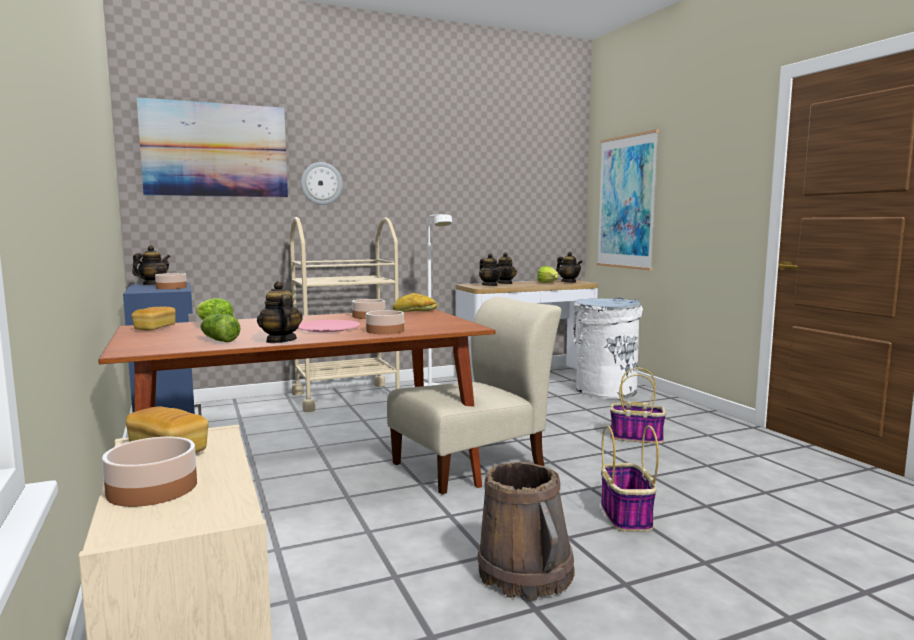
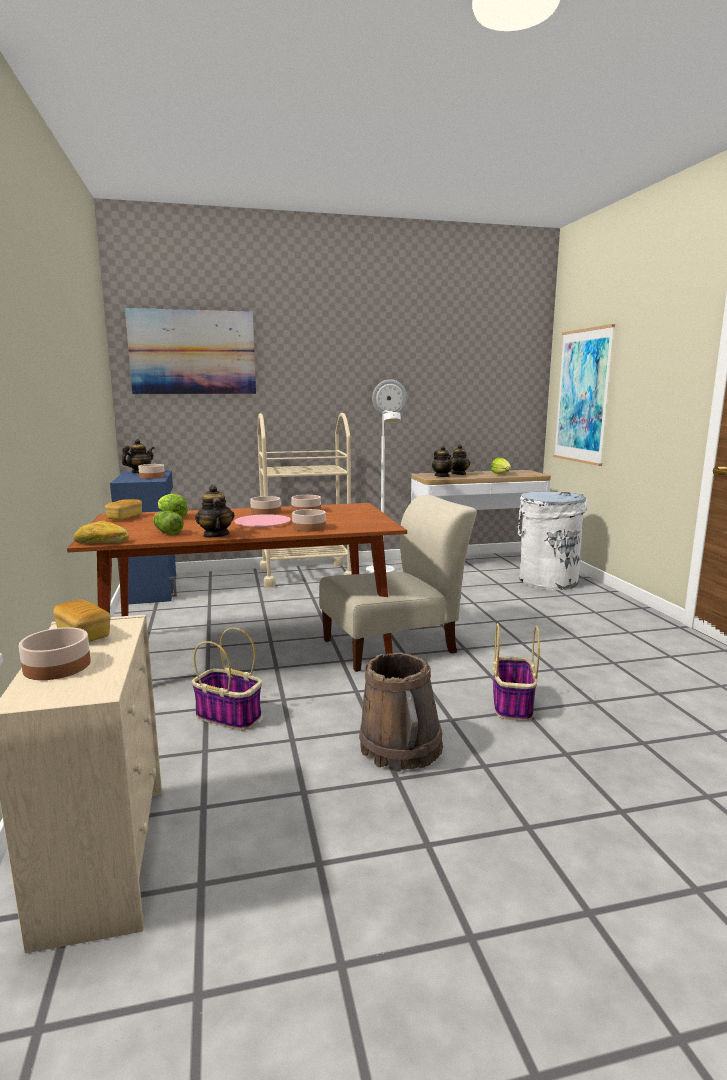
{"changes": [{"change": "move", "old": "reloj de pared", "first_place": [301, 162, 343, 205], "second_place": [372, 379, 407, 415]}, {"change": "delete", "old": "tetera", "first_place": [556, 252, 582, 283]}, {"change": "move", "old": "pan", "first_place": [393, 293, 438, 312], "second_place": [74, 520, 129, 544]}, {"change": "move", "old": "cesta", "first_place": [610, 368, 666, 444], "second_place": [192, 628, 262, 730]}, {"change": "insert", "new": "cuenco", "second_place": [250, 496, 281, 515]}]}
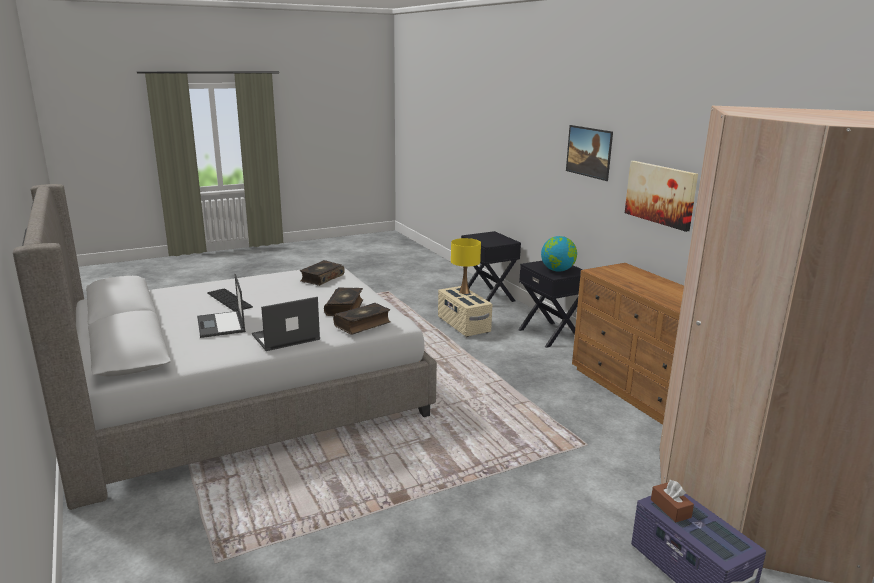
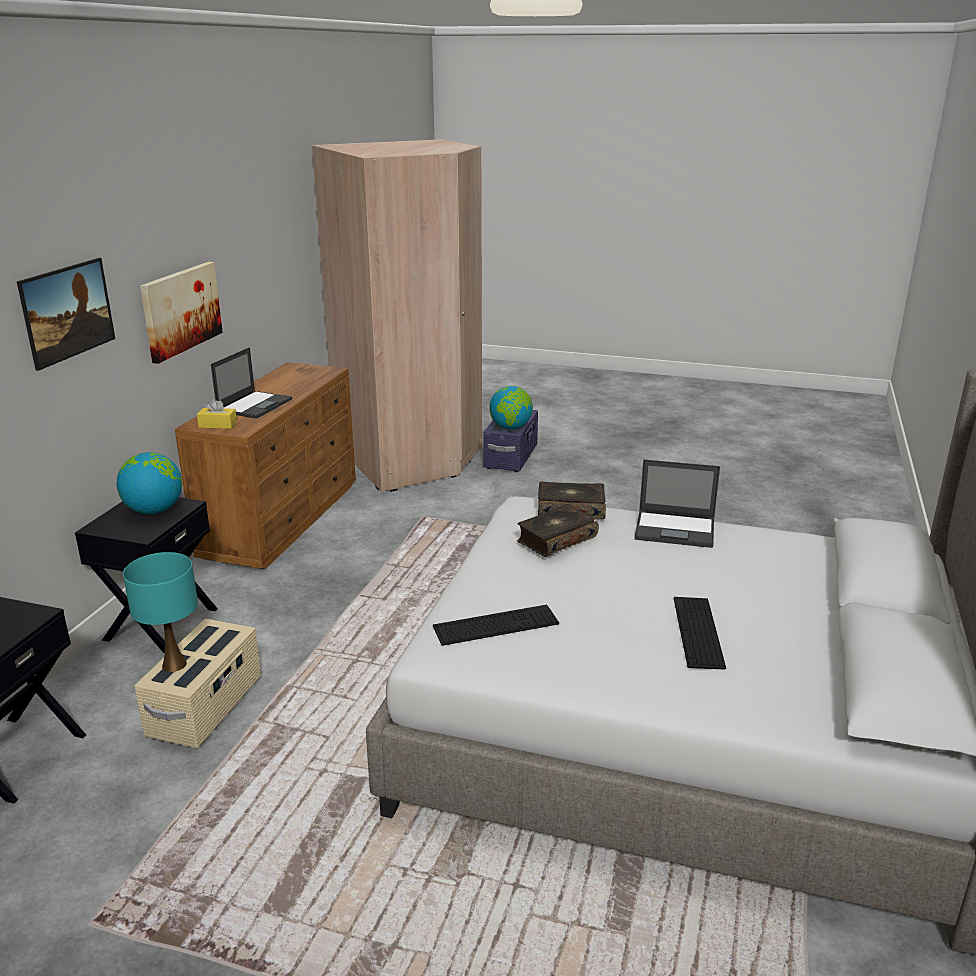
{"changes": [{"change": "recolor", "old": "lámpara de mesa [amarillo]", "new": "lámpara de mesa [turquesa]", "first_place": [451, 238, 481, 294], "second_place": [123, 552, 198, 672]}, {"change": "replace", "old": "libro", "new": "teclado", "first_place": [300, 260, 345, 286], "second_place": [433, 605, 559, 646]}, {"change": "move", "old": "portátil", "first_place": [197, 274, 246, 338], "second_place": [211, 347, 292, 419]}, {"change": "replace", "old": "caja de pañuelos [marrón]", "new": "globo terráqueo", "first_place": [651, 480, 694, 522], "second_place": [489, 386, 533, 429]}, {"change": "insert", "new": "caja de pañuelos [amarillo]", "second_place": [197, 398, 237, 429]}]}
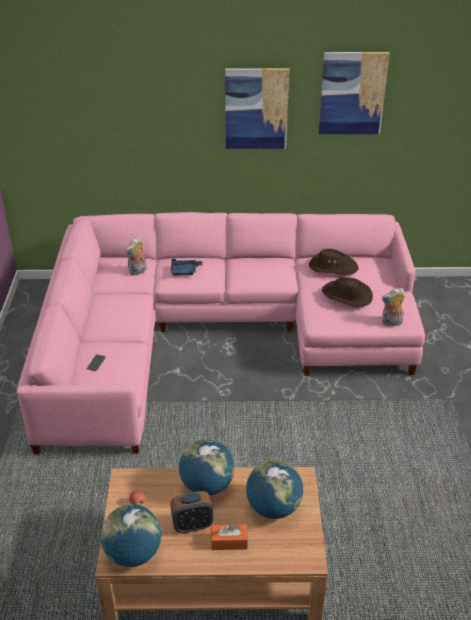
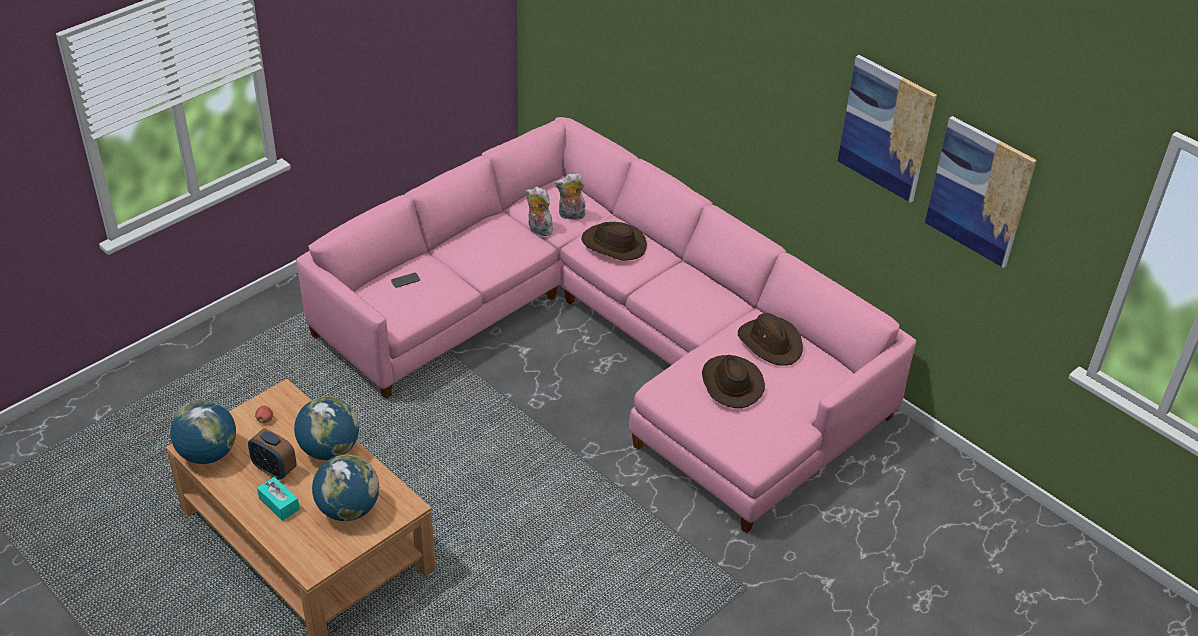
{"changes": [{"change": "move", "old": "cuadro", "first_place": [225, 68, 289, 149], "second_place": [925, 116, 1037, 268]}, {"change": "replace", "old": "bandeja [azul]", "new": "sombrero [marrón]", "first_place": [170, 258, 203, 276], "second_place": [581, 222, 647, 260]}, {"change": "move", "old": "peluche", "first_place": [382, 288, 405, 326], "second_place": [526, 187, 553, 236]}, {"change": "recolor", "old": "caja de pañuelos [naranja]", "new": "caja de pañuelos [turquesa]", "first_place": [211, 524, 248, 550], "second_place": [257, 477, 300, 521]}]}
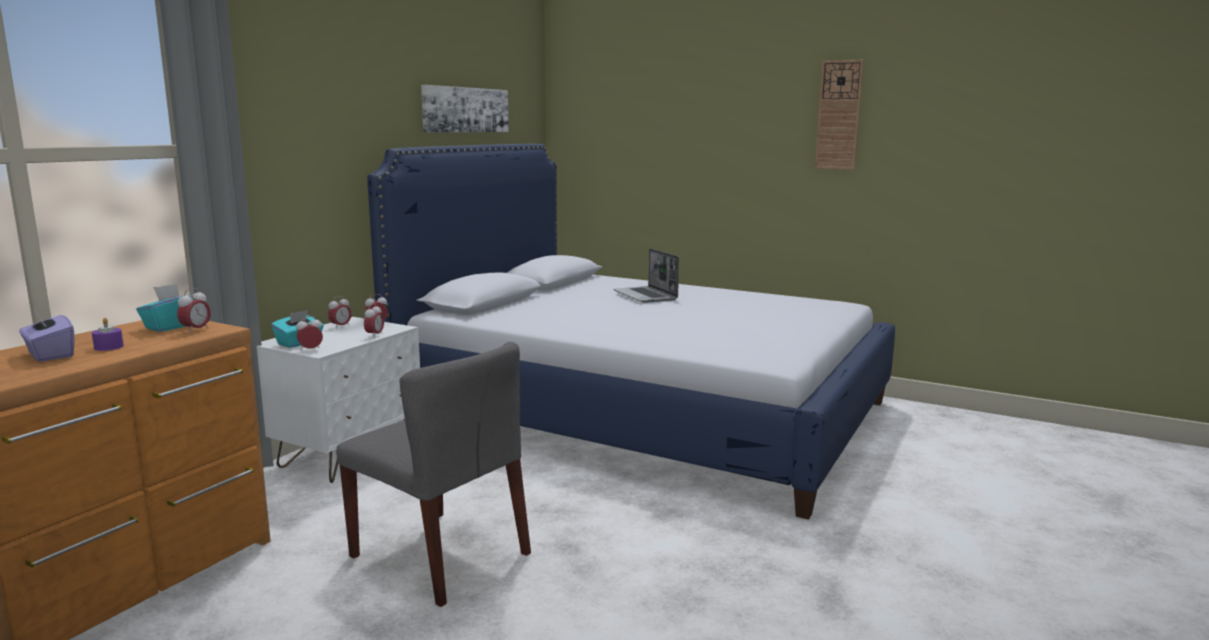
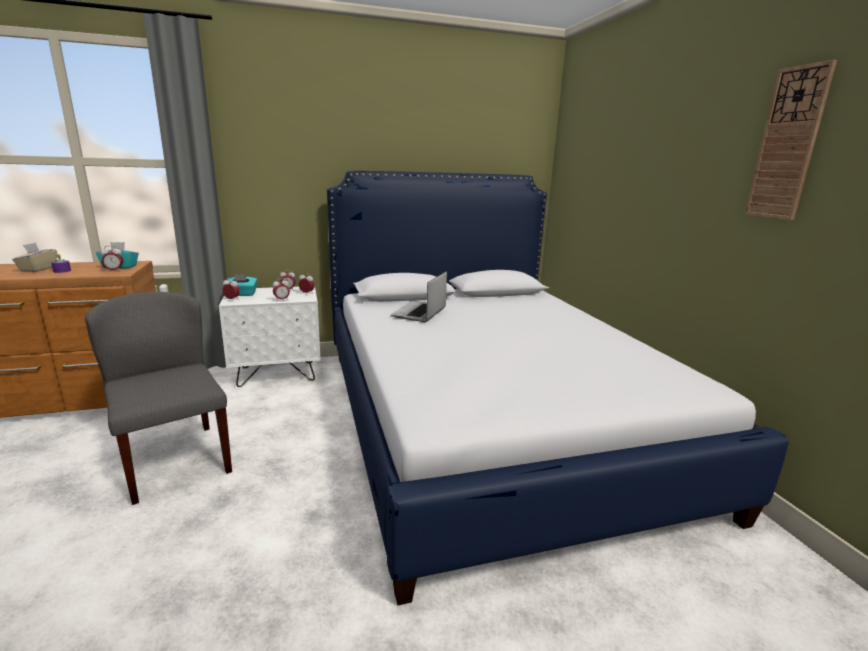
{"changes": [{"change": "delete", "old": "cuadro", "first_place": [421, 85, 509, 133]}, {"change": "move", "old": "portátil", "first_place": [614, 248, 679, 303], "second_place": [391, 271, 447, 322]}, {"change": "recolor", "old": "caja de pañuelos [morado]", "new": "caja de pañuelos [beis]", "first_place": [19, 310, 74, 362], "second_place": [12, 243, 57, 272]}, {"change": "rotate", "old": "silla [gris]", "first_place": [336, 342, 531, 607], "second_place": [85, 292, 232, 505], "degrees": 150}]}
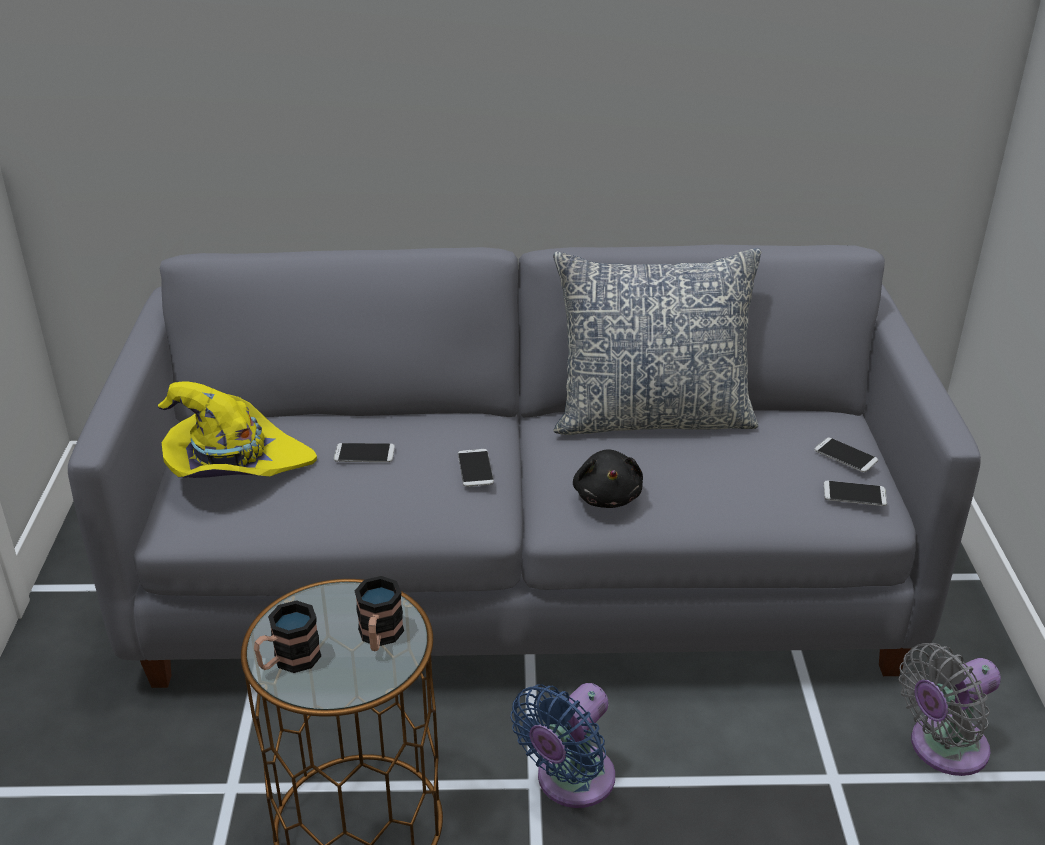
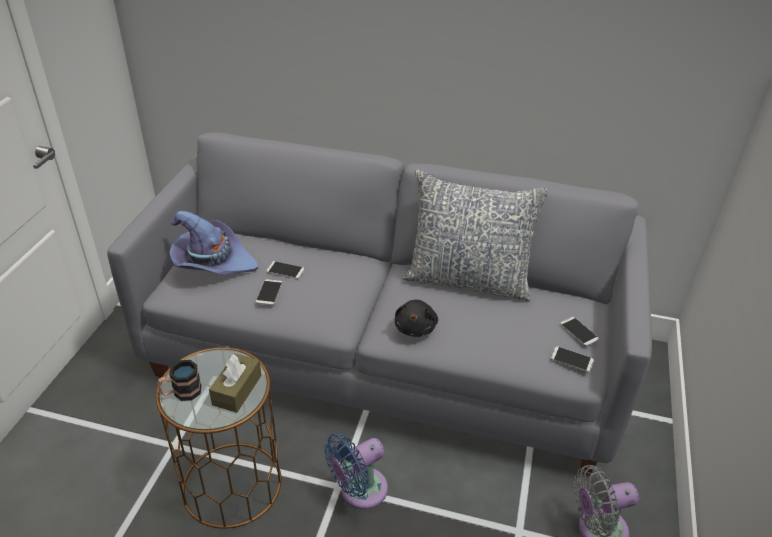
{"changes": [{"change": "recolor", "old": "sombrero [amarillo]", "new": "sombrero [morado]", "first_place": [158, 381, 317, 478], "second_place": [170, 211, 258, 275]}, {"change": "move", "old": "móvil", "first_place": [458, 449, 494, 487], "second_place": [256, 279, 282, 305]}, {"change": "replace", "old": "taza grande", "new": "caja de pañuelos [marrón]", "first_place": [355, 576, 404, 651], "second_place": [209, 353, 261, 413]}]}
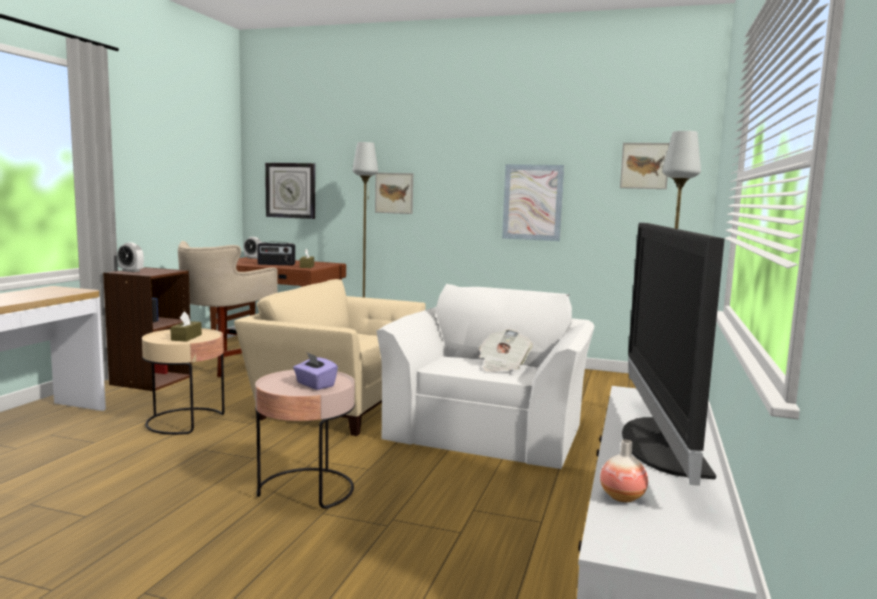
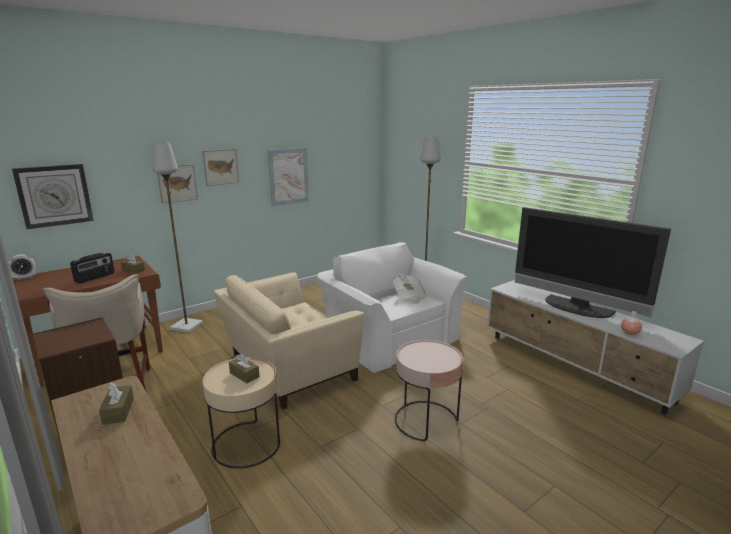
{"changes": [{"change": "move", "old": "cuadro", "first_place": [620, 143, 669, 189], "second_place": [202, 149, 239, 186]}, {"change": "delete", "old": "despertador", "first_place": [118, 243, 144, 272]}, {"change": "delete", "old": "caja de pañuelos [morado]", "first_place": [293, 352, 338, 390]}, {"change": "insert", "new": "caja de pañuelos [marrón]", "second_place": [99, 383, 134, 425]}]}
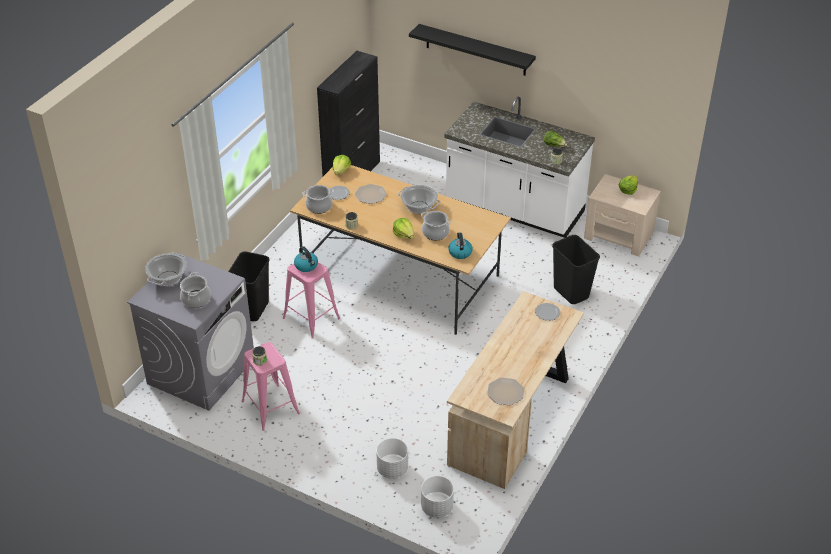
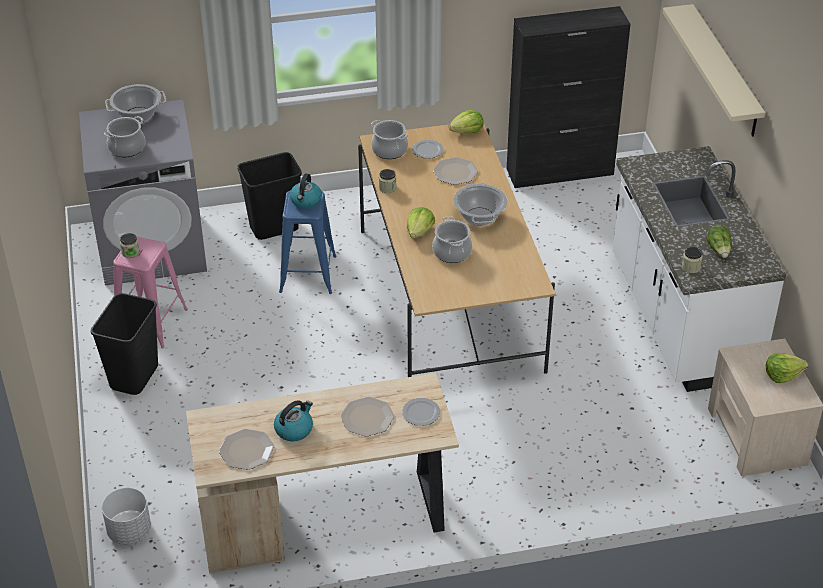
{"changes": [{"change": "recolor", "old": "estante [negro]", "new": "estante [beis]", "first_place": [409, 24, 536, 75], "second_place": [662, 4, 765, 137]}, {"change": "move", "old": "hervidor", "first_place": [448, 232, 473, 259], "second_place": [274, 400, 313, 441]}, {"change": "move", "old": "papelera [negro]", "first_place": [552, 235, 600, 304], "second_place": [91, 293, 158, 395]}, {"change": "recolor", "old": "taburete [rosa]", "new": "taburete [azul]", "first_place": [283, 262, 340, 339], "second_place": [279, 190, 337, 294]}, {"change": "delete", "old": "maceta [blanco]", "first_place": [376, 438, 408, 479]}, {"change": "insert", "new": "plato", "second_place": [340, 397, 394, 437]}]}
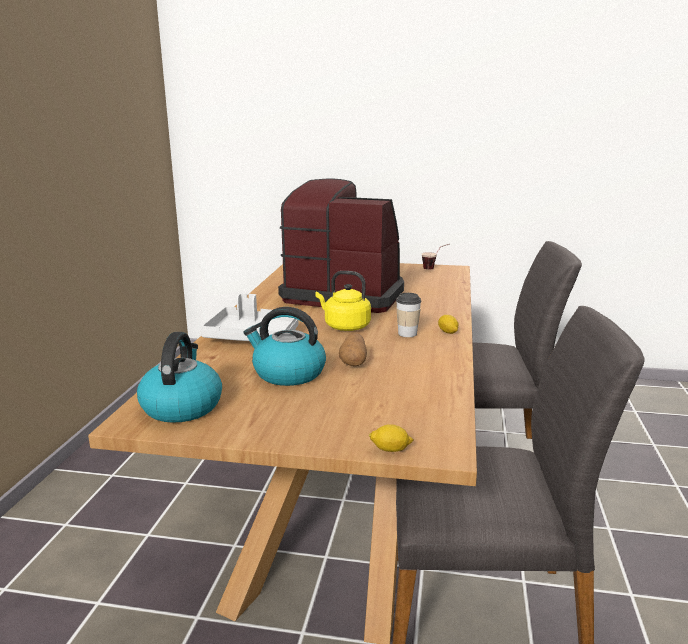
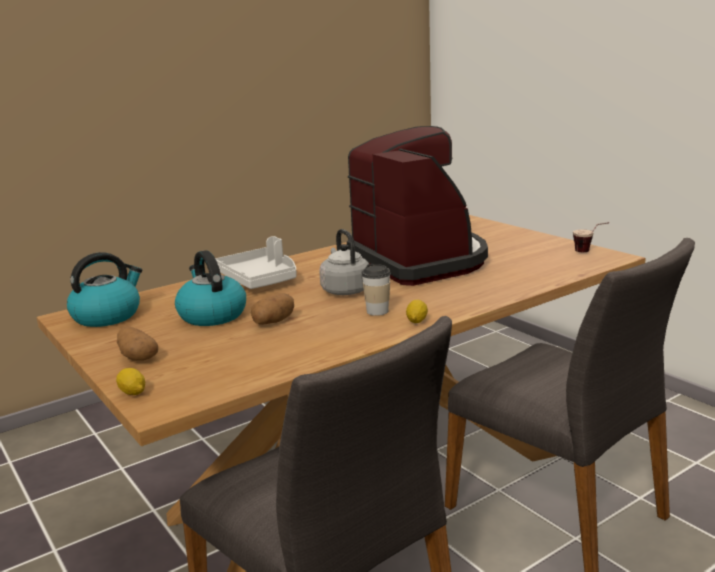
{"changes": [{"change": "recolor", "old": "hervidor [amarillo]", "new": "hervidor [gris]", "first_place": [315, 271, 371, 331], "second_place": [319, 229, 369, 295]}, {"change": "insert", "new": "patata", "second_place": [117, 327, 158, 361]}]}
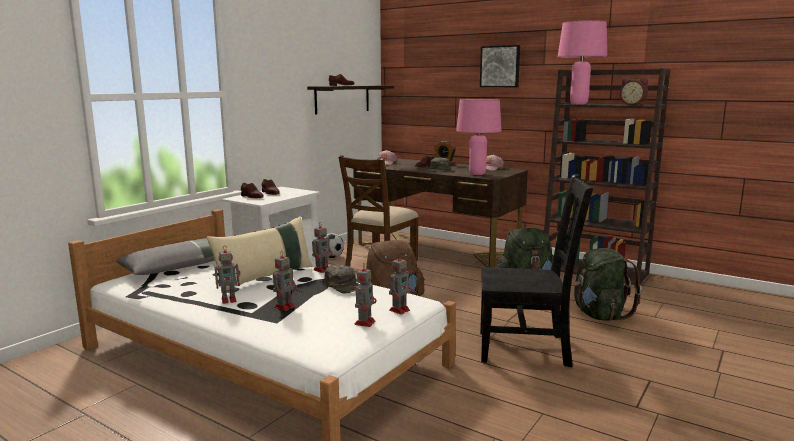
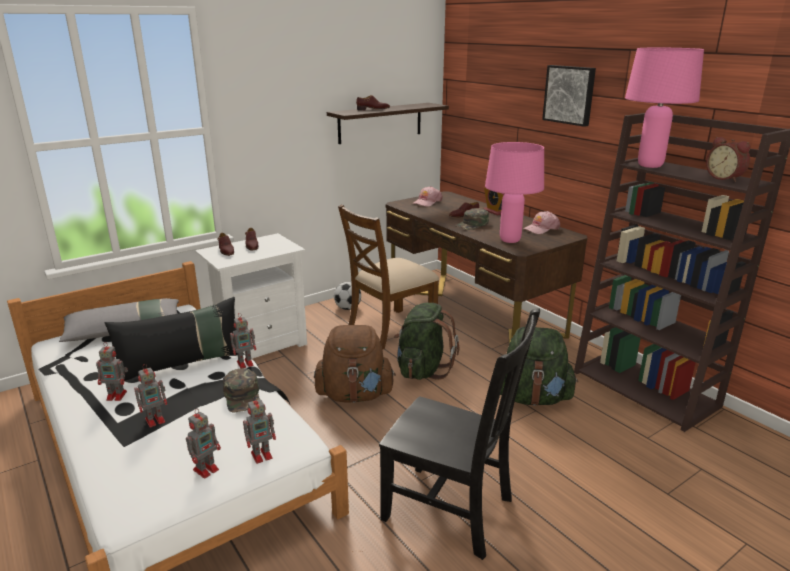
{"changes": [{"change": "recolor", "old": "cojín [beis]", "new": "cojín [negro]", "first_place": [206, 216, 313, 293], "second_place": [105, 297, 244, 382]}, {"change": "move", "old": "mochila [verde]", "first_place": [573, 248, 642, 321], "second_place": [394, 303, 459, 380]}]}
